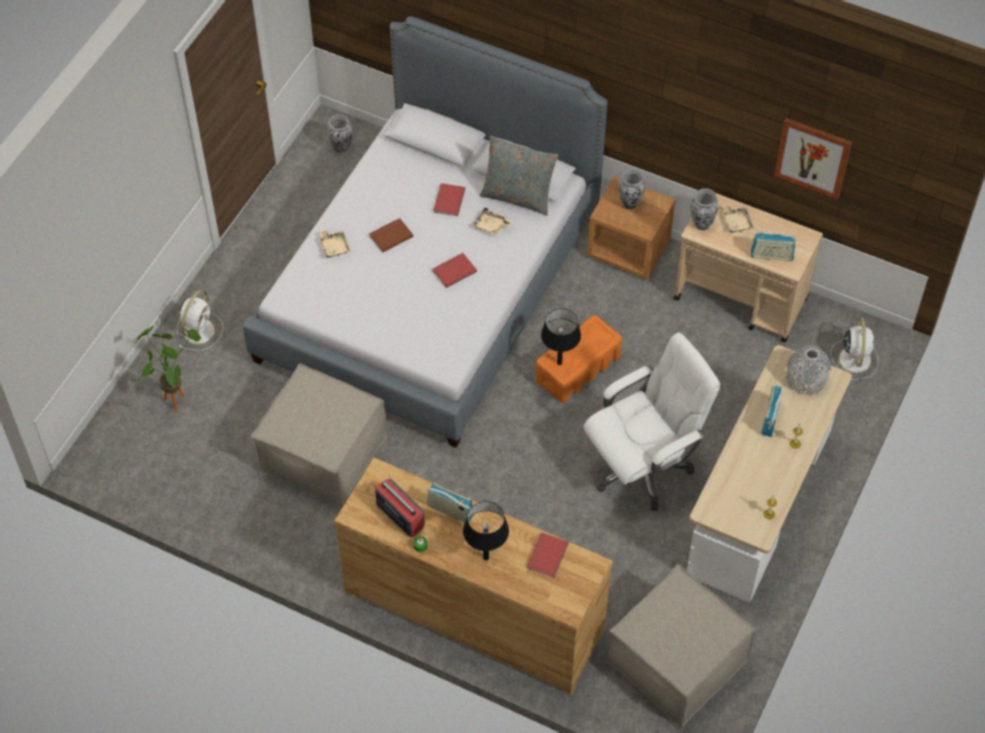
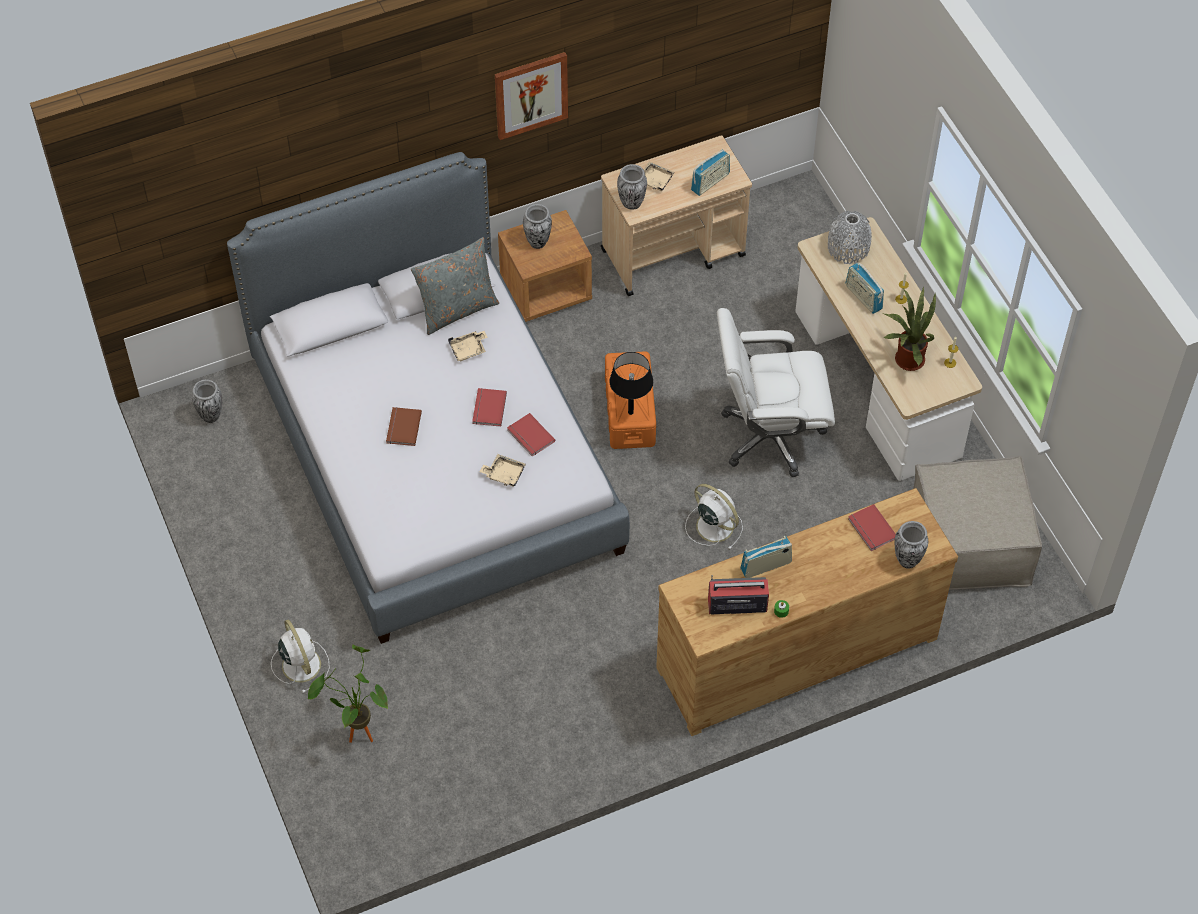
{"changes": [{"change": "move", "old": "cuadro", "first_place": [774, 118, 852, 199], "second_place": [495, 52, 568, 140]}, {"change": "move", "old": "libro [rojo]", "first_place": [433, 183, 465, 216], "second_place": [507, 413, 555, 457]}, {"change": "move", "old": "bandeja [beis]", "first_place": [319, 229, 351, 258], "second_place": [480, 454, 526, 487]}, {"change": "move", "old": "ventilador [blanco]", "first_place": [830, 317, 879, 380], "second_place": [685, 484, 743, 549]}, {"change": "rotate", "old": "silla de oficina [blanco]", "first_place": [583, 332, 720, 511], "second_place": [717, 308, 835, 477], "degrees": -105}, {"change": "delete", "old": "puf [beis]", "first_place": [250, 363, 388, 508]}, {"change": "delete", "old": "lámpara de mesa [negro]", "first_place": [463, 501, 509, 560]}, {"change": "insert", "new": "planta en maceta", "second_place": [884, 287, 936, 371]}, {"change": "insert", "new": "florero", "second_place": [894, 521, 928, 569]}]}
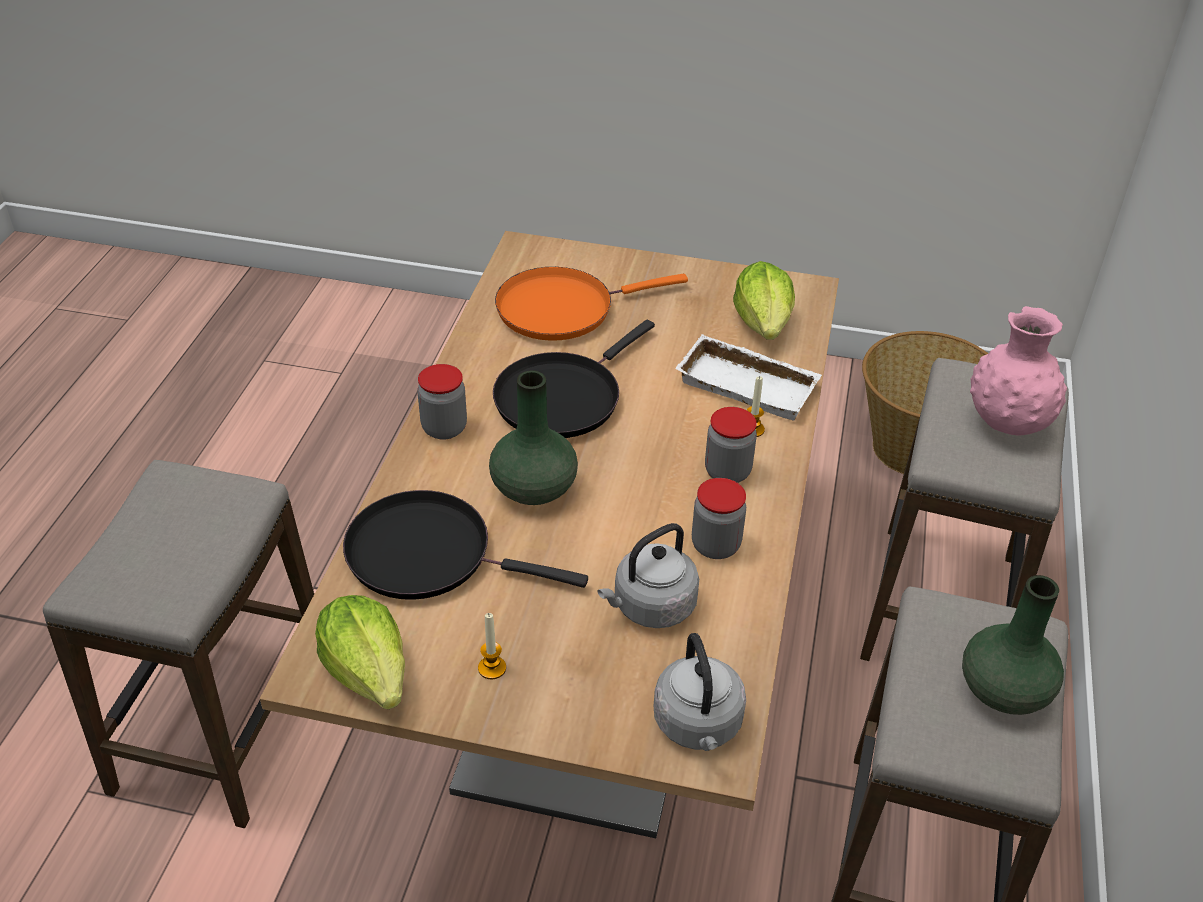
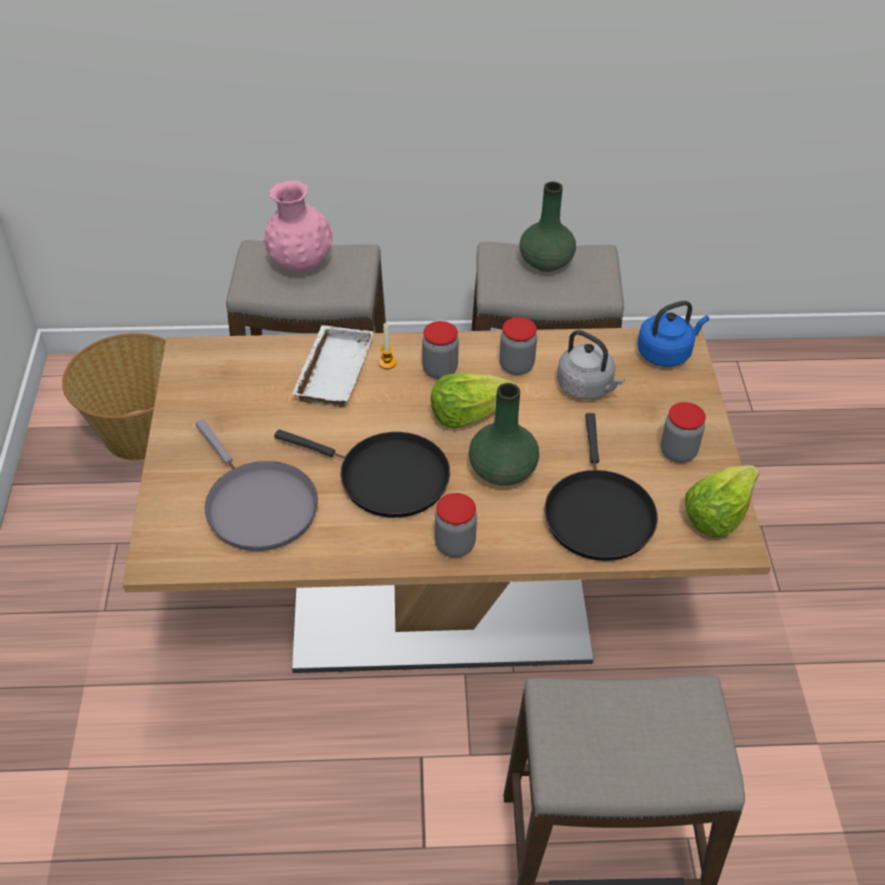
{"changes": [{"change": "move", "old": "lechuga", "first_place": [733, 261, 795, 340], "second_place": [431, 373, 516, 429]}, {"change": "recolor", "old": "sartén [naranja]", "new": "sartén [gris]", "first_place": [495, 267, 688, 341], "second_place": [195, 419, 318, 551]}, {"change": "replace", "old": "vela", "new": "tarro", "first_place": [478, 613, 506, 679], "second_place": [661, 402, 706, 463]}, {"change": "recolor", "old": "hervidor [gris]", "new": "hervidor [azul]", "first_place": [654, 633, 746, 751], "second_place": [637, 301, 709, 367]}]}
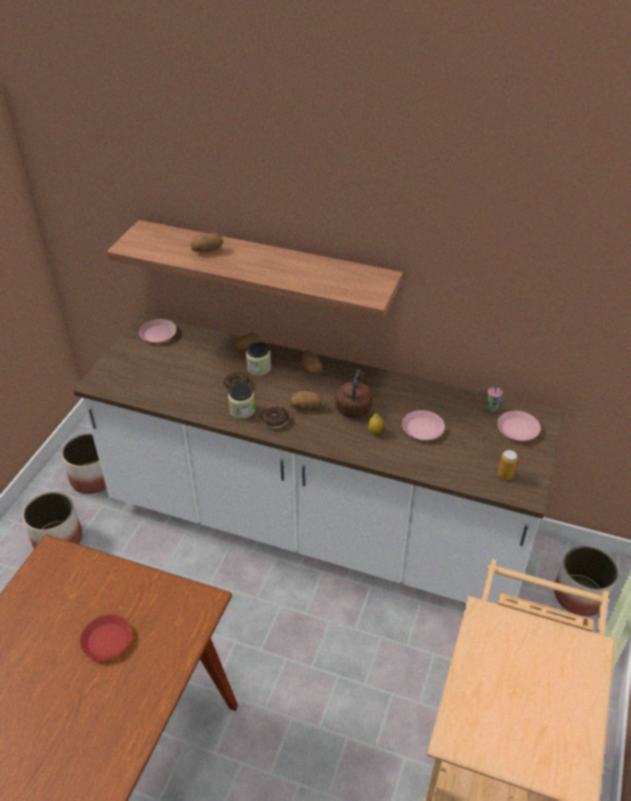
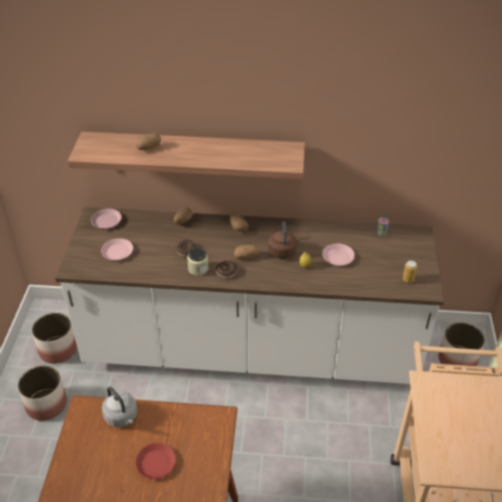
{"changes": [{"change": "delete", "old": "tarro", "first_place": [246, 342, 271, 376]}, {"change": "move", "old": "plato [rosa]", "first_place": [497, 411, 541, 441], "second_place": [101, 238, 133, 260]}, {"change": "insert", "new": "hervidor [gris]", "second_place": [102, 387, 137, 427]}]}
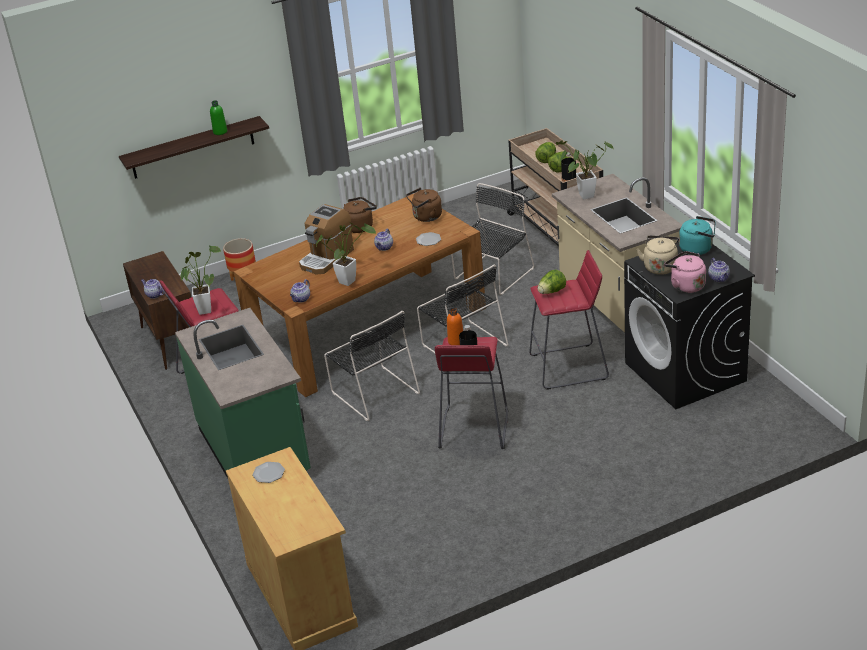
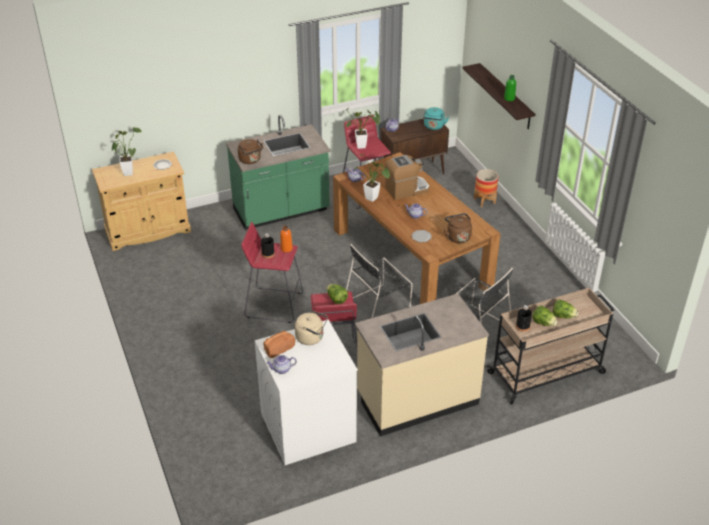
{"changes": [{"change": "move", "old": "planta en maceta", "first_place": [556, 140, 613, 200], "second_place": [112, 127, 142, 176]}, {"change": "move", "old": "hervidor [marrón]", "first_place": [344, 197, 377, 233], "second_place": [238, 139, 264, 164]}, {"change": "rotate", "old": "cafetera", "first_place": [299, 204, 354, 275], "second_place": [385, 155, 429, 200], "degrees": 120}, {"change": "move", "old": "hervidor [turquesa]", "first_place": [679, 216, 715, 255], "second_place": [423, 107, 449, 130]}, {"change": "recolor", "old": "lavadora [negro]", "new": "lavadora [blanco]", "first_place": [624, 242, 755, 409], "second_place": [255, 320, 358, 465]}, {"change": "replace", "old": "hervidor [rosa]", "new": "pan", "first_place": [665, 251, 706, 293], "second_place": [263, 331, 295, 358]}, {"change": "delete", "old": "silla [negro]", "first_place": [324, 311, 420, 421]}]}
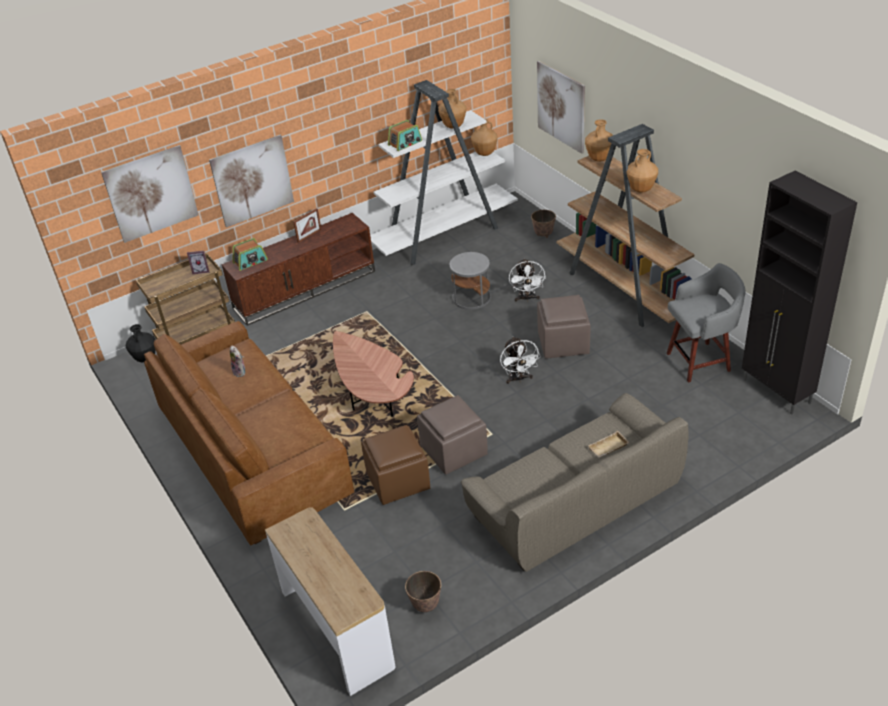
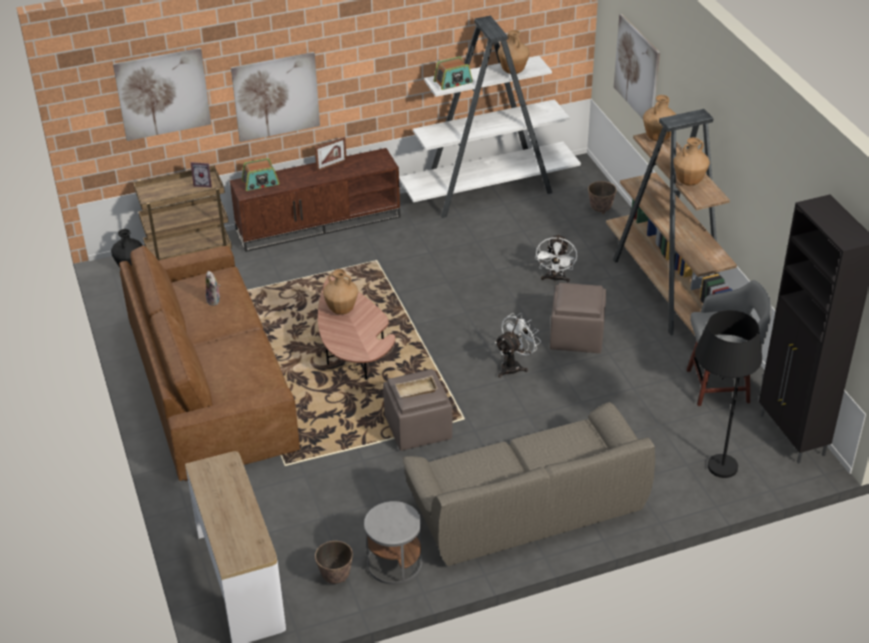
{"changes": [{"change": "move", "old": "florero [marrón]", "first_place": [471, 119, 498, 156], "second_place": [323, 269, 358, 315]}, {"change": "move", "old": "mesa auxiliar [gris]", "first_place": [450, 252, 491, 310], "second_place": [364, 501, 422, 585]}, {"change": "rotate", "old": "ventilador [blanco]", "first_place": [500, 337, 541, 384], "second_place": [495, 313, 541, 378], "degrees": -135}, {"change": "delete", "old": "puf [marrón]", "first_place": [361, 425, 430, 505]}, {"change": "move", "old": "bandeja [beis]", "first_place": [588, 431, 629, 458], "second_place": [395, 376, 438, 398]}, {"change": "insert", "new": "lámpara de pie [negro]", "second_place": [695, 310, 762, 478]}]}
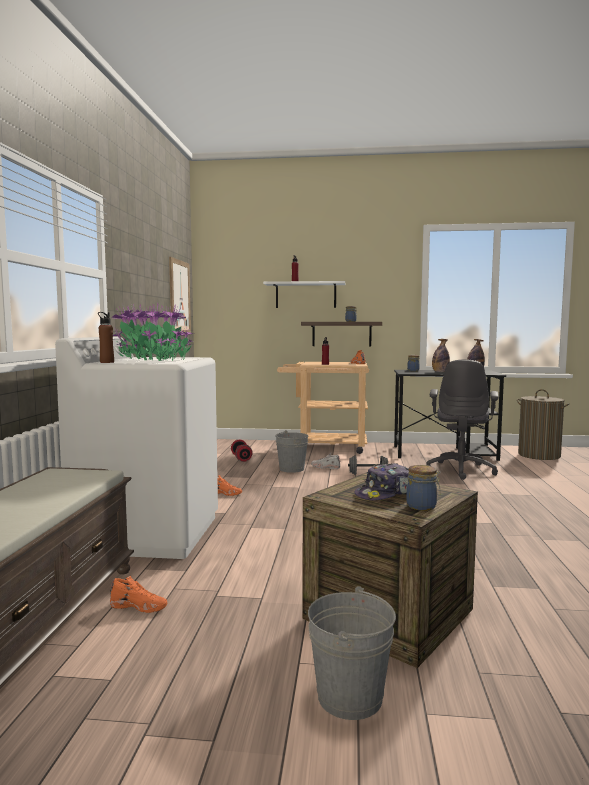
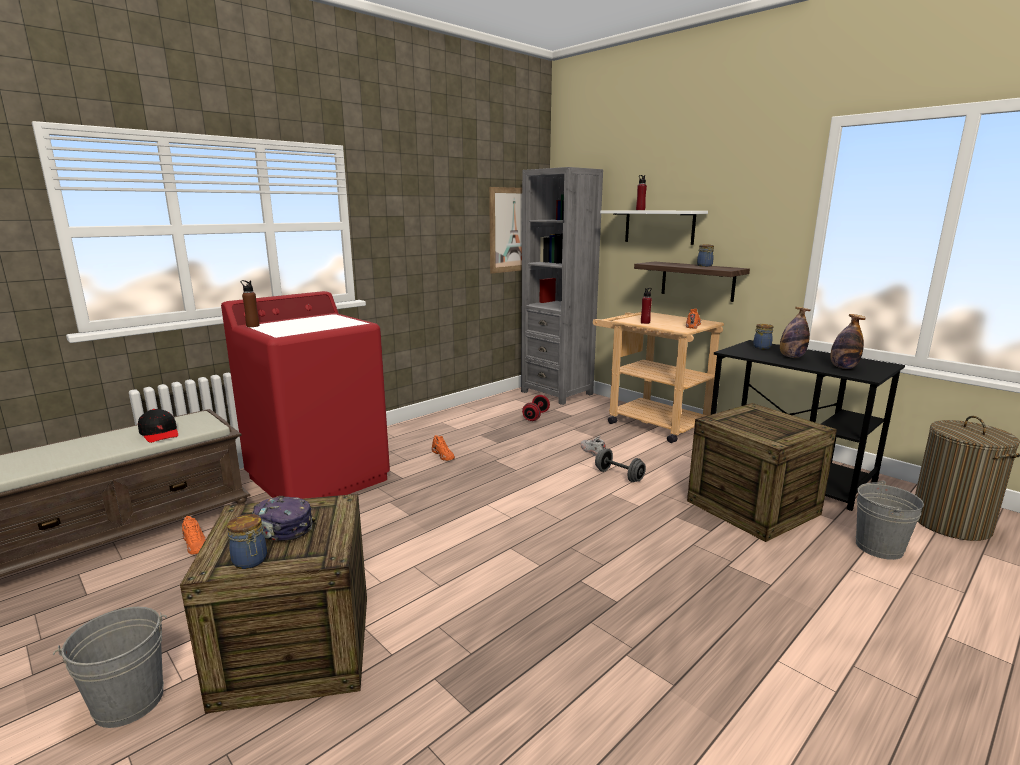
{"changes": [{"change": "delete", "old": "planta en maceta", "first_place": [112, 303, 194, 361]}, {"change": "recolor", "old": "lavadora [blanco]", "new": "lavadora [rojo]", "first_place": [55, 336, 218, 559], "second_place": [221, 291, 390, 499]}, {"change": "replace", "old": "silla de oficina [gris]", "new": "caja de embalaje", "first_place": [426, 360, 499, 480], "second_place": [687, 403, 837, 542]}, {"change": "move", "old": "cubo [gris]", "first_place": [275, 430, 308, 473], "second_place": [856, 480, 924, 560]}, {"change": "insert", "new": "estantería [gris]", "second_place": [521, 167, 603, 405]}, {"change": "insert", "new": "gorra [negro]", "second_place": [138, 409, 178, 443]}]}
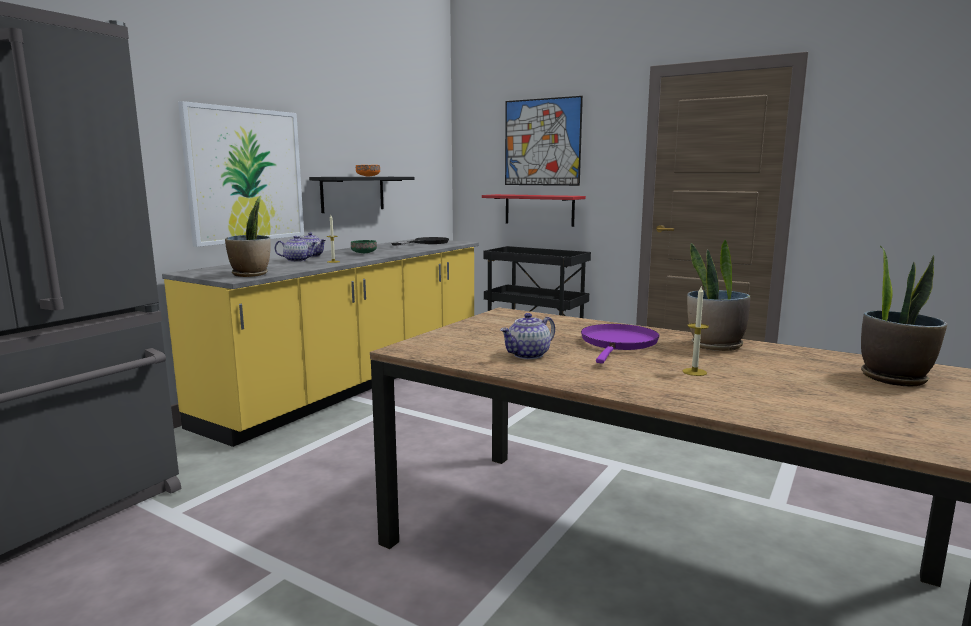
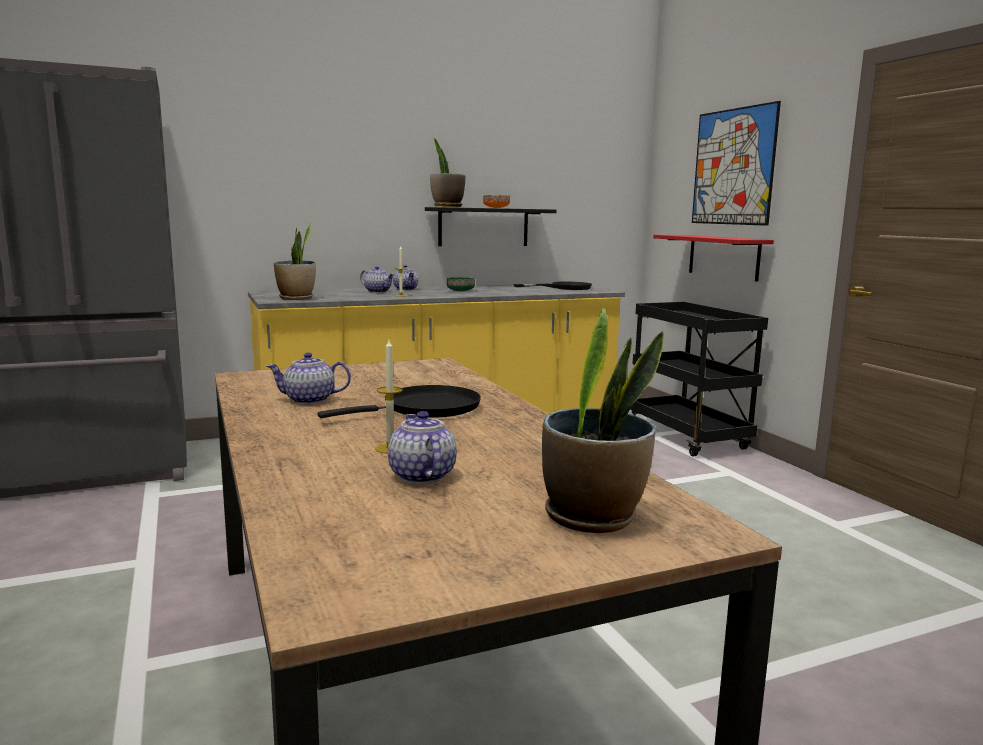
{"changes": [{"change": "delete", "old": "cuadro", "first_place": [178, 101, 304, 247]}, {"change": "move", "old": "planta en maceta", "first_place": [687, 239, 751, 351], "second_place": [430, 138, 465, 207]}, {"change": "recolor", "old": "sartén [morado]", "new": "sartén [negro]", "first_place": [581, 324, 659, 363], "second_place": [317, 385, 481, 418]}, {"change": "insert", "new": "tetera", "second_place": [388, 411, 457, 484]}]}
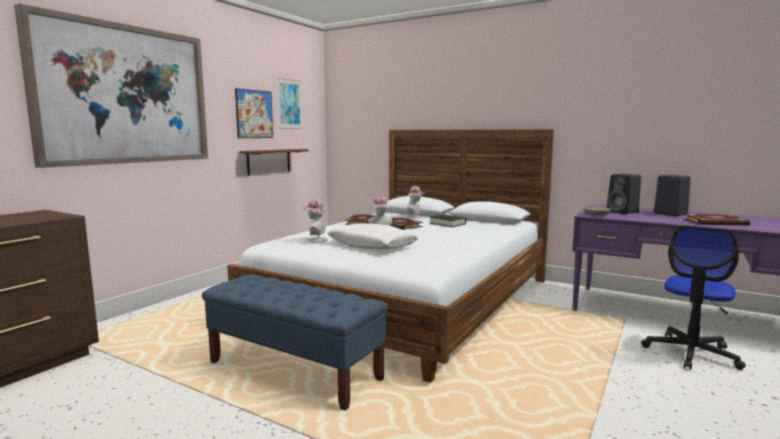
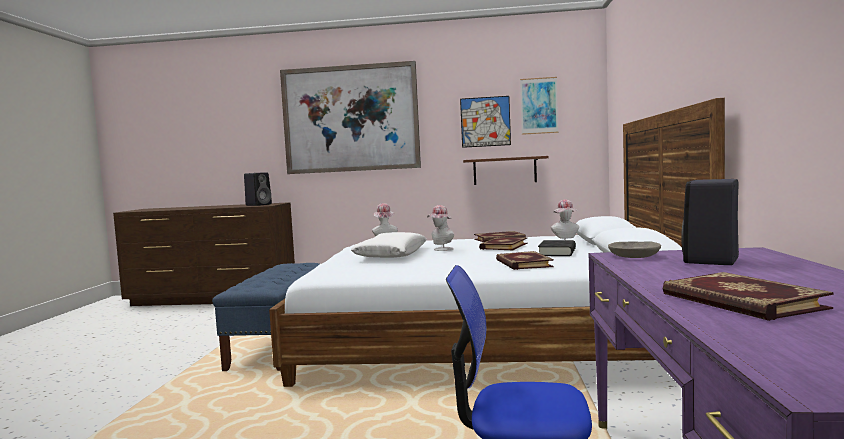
{"changes": [{"change": "move", "old": "altavoz [negro]", "first_place": [654, 175, 690, 216], "second_place": [244, 172, 272, 206]}, {"change": "insert", "new": "libro", "second_place": [496, 251, 554, 270]}]}
